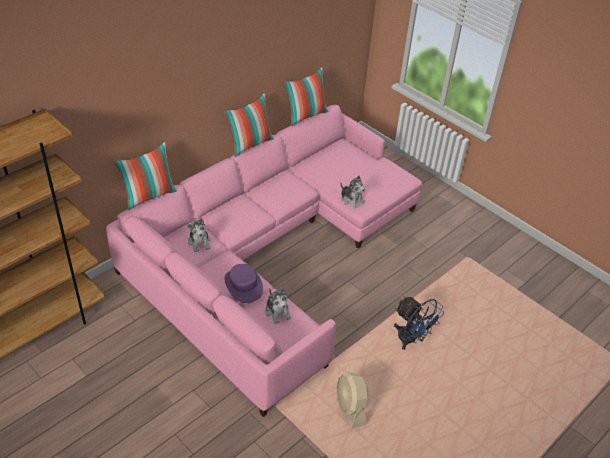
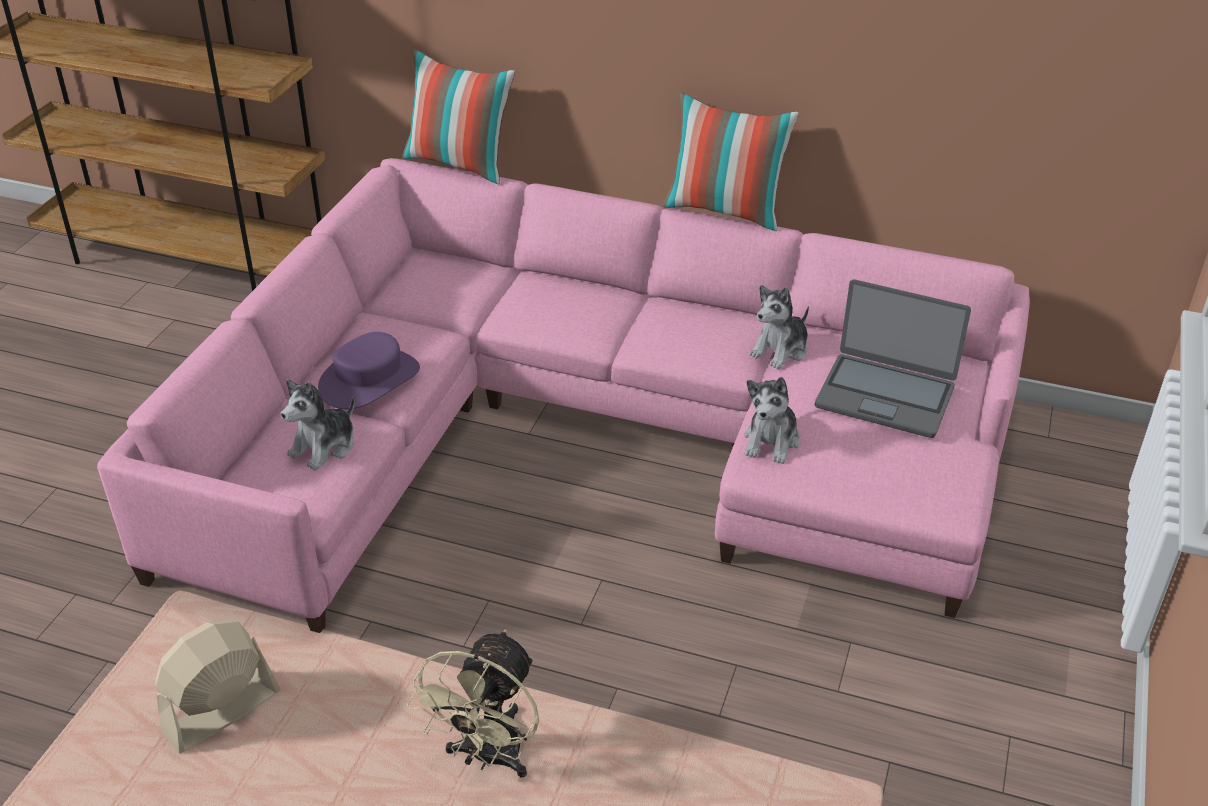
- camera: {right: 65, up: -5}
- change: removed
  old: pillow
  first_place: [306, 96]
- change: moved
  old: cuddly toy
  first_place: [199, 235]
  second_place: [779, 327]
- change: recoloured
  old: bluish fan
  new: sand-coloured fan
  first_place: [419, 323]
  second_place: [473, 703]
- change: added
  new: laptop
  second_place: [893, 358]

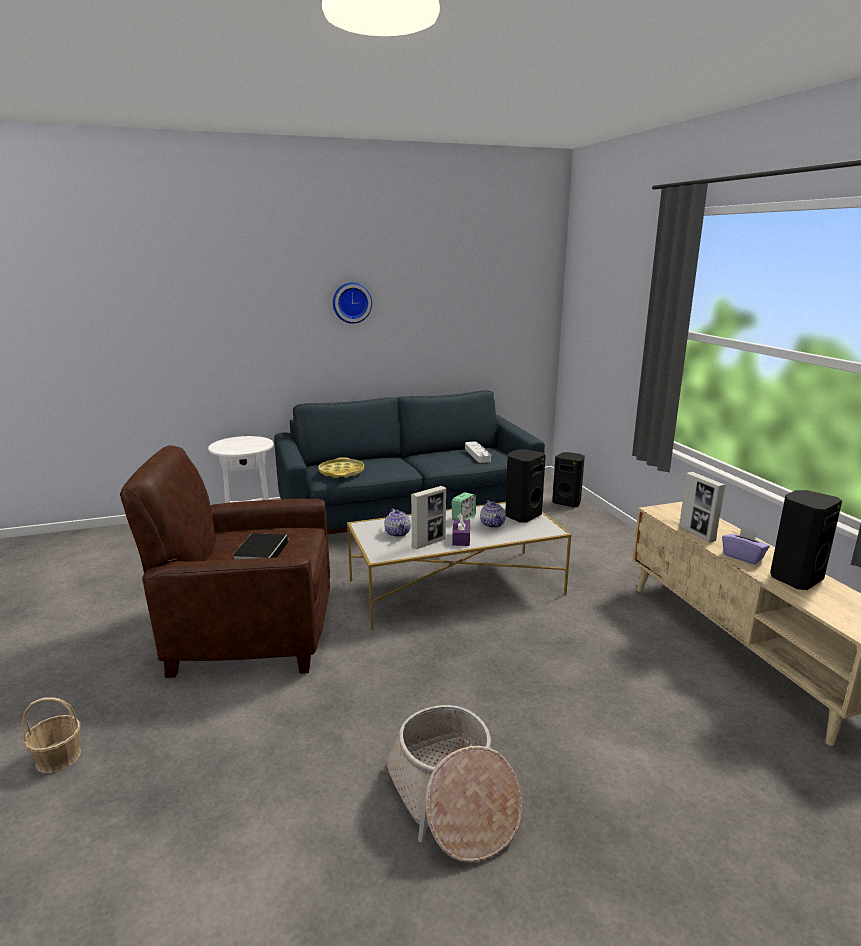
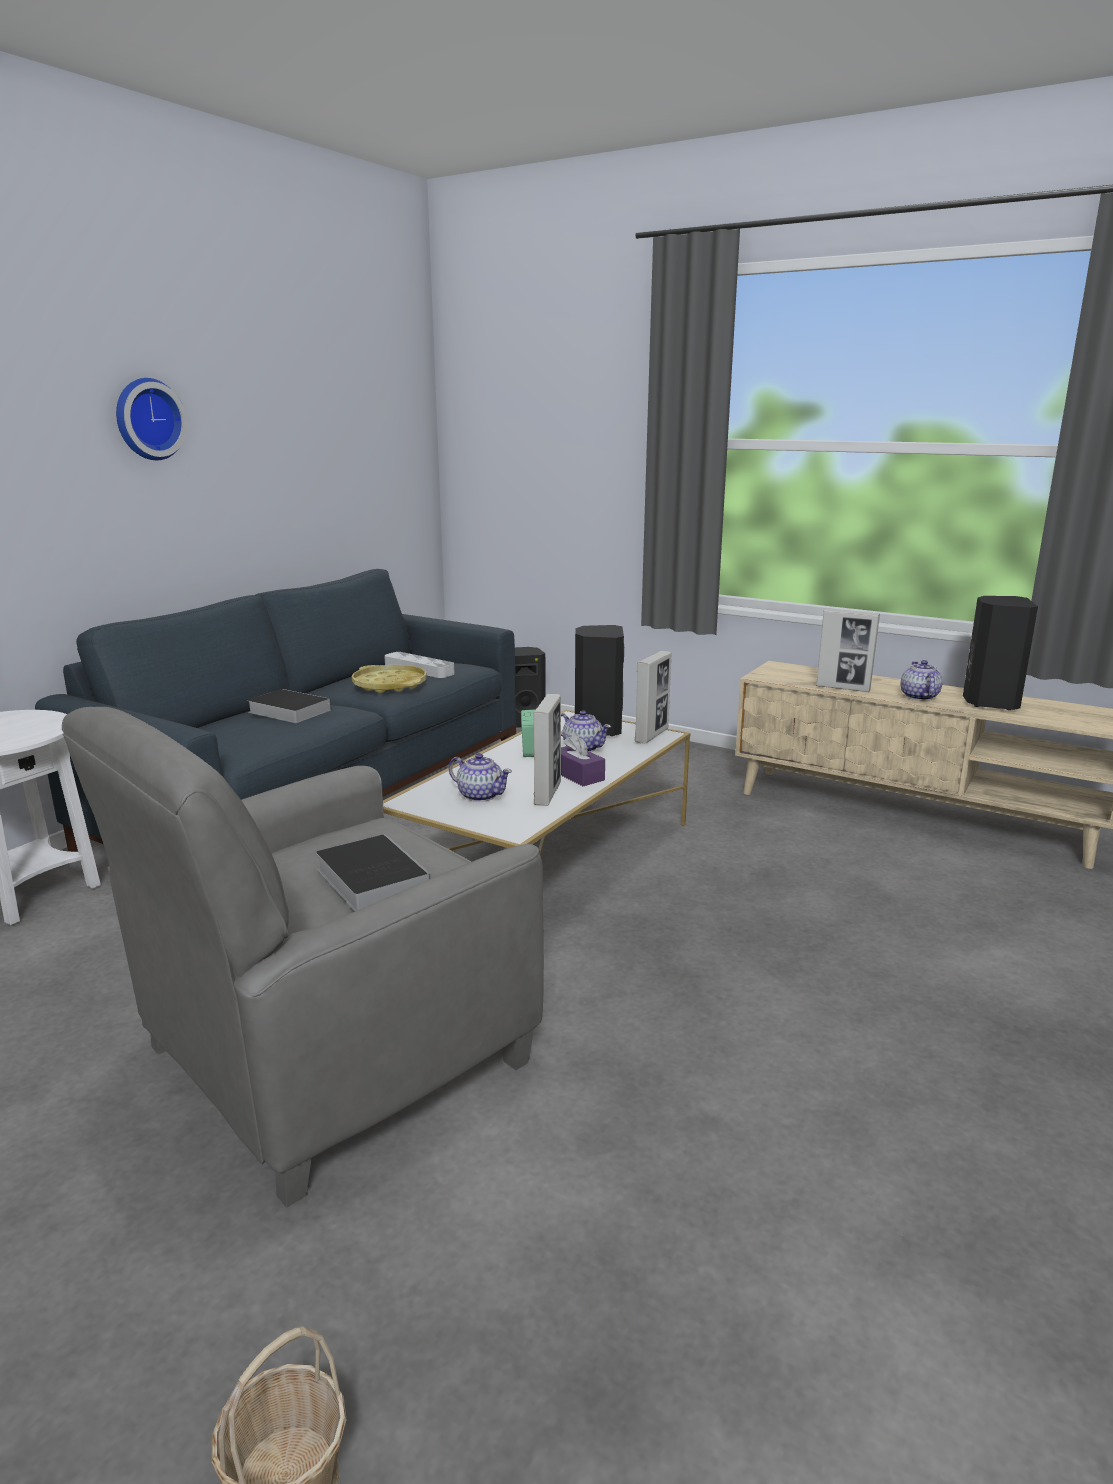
- camera: {right: -40, up: 0}
- change: recoloured
  old: brownish armchair
  new: grey armchair
  first_place: [225, 561]
  second_place: [303, 957]
- change: moved
  old: yellow tray
  first_place: [341, 467]
  second_place: [389, 679]
- change: replaced
  old: purple-coloured tissue box
  new: tea pot
  first_place: [746, 545]
  second_place: [922, 680]
- change: removed
  old: household basket
  first_place: [451, 783]
- change: added
  new: standing frame
  second_place: [653, 697]
- change: added
  new: book
  second_place: [289, 706]

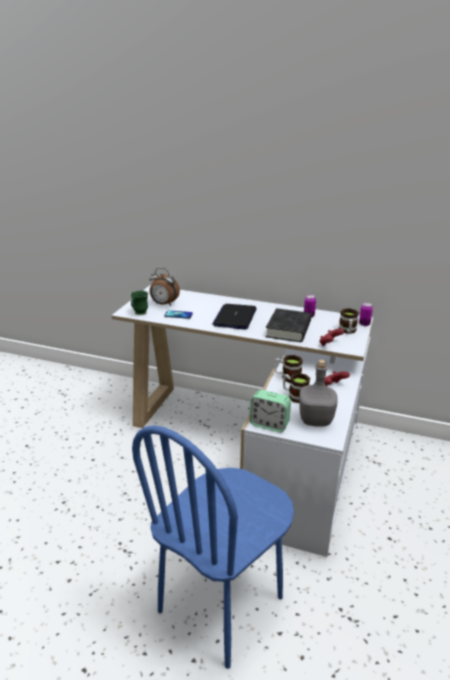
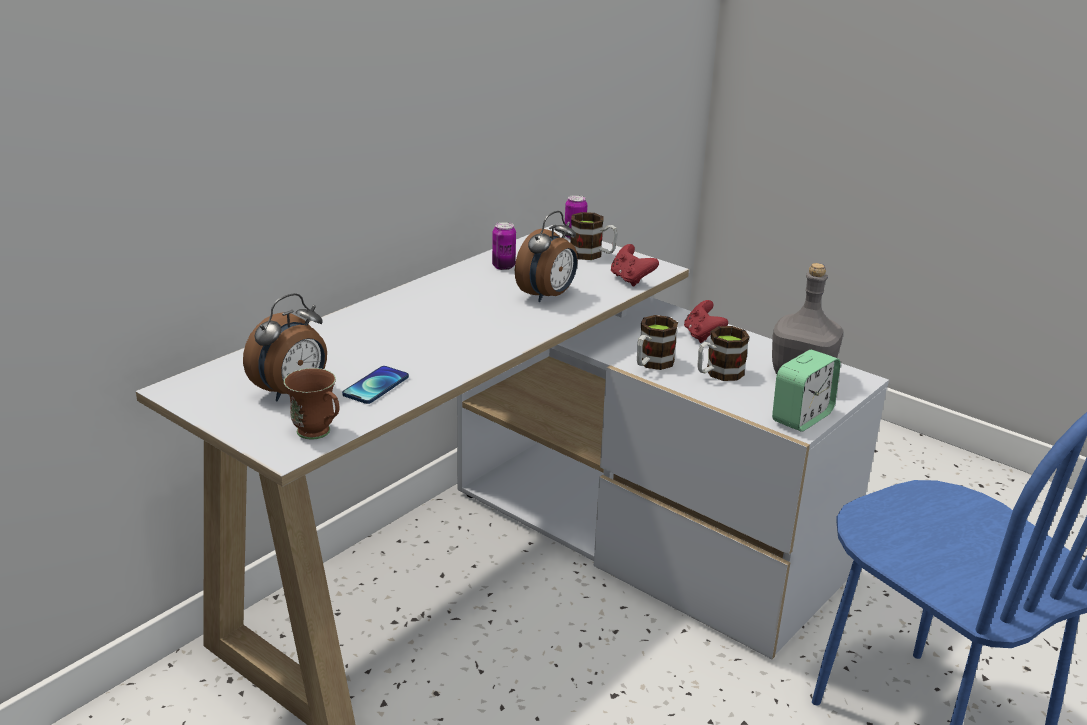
- camera: {right: -70, up: 0}
- change: recoloured
  old: green coffee mug
  new: brownish coffee mug
  first_place: [139, 302]
  second_place: [311, 404]
- change: removed
  old: laptop
  first_place: [234, 317]
- change: replaced
  old: black book
  new: alarm clock
  first_place: [288, 325]
  second_place: [546, 256]

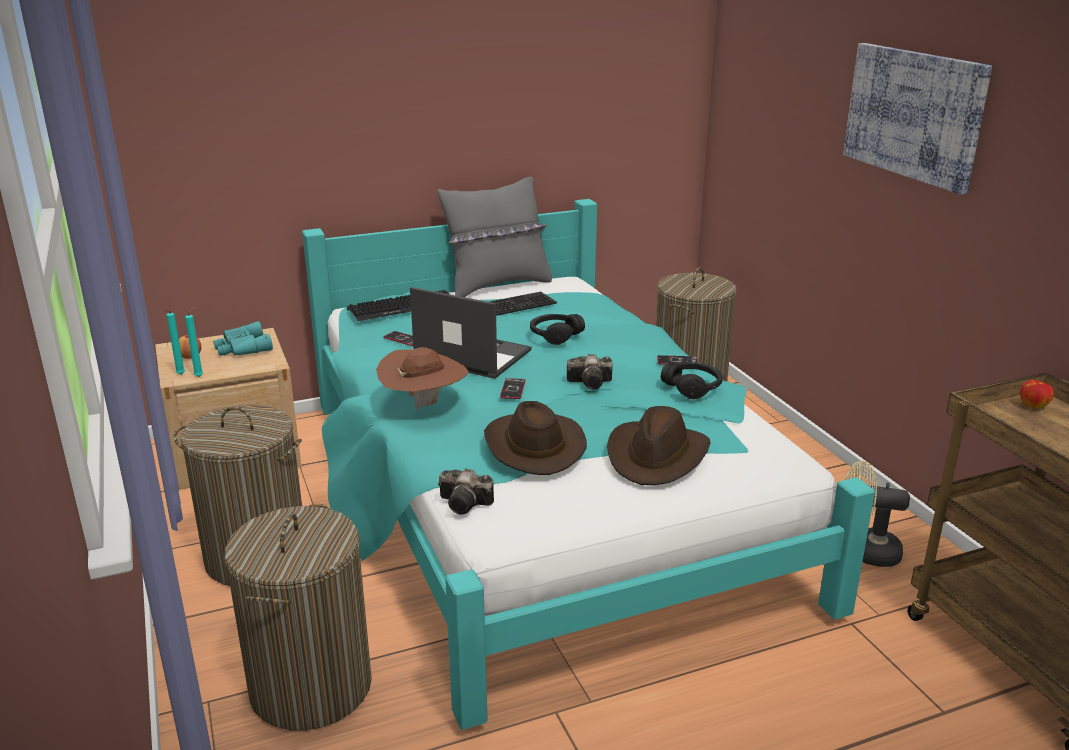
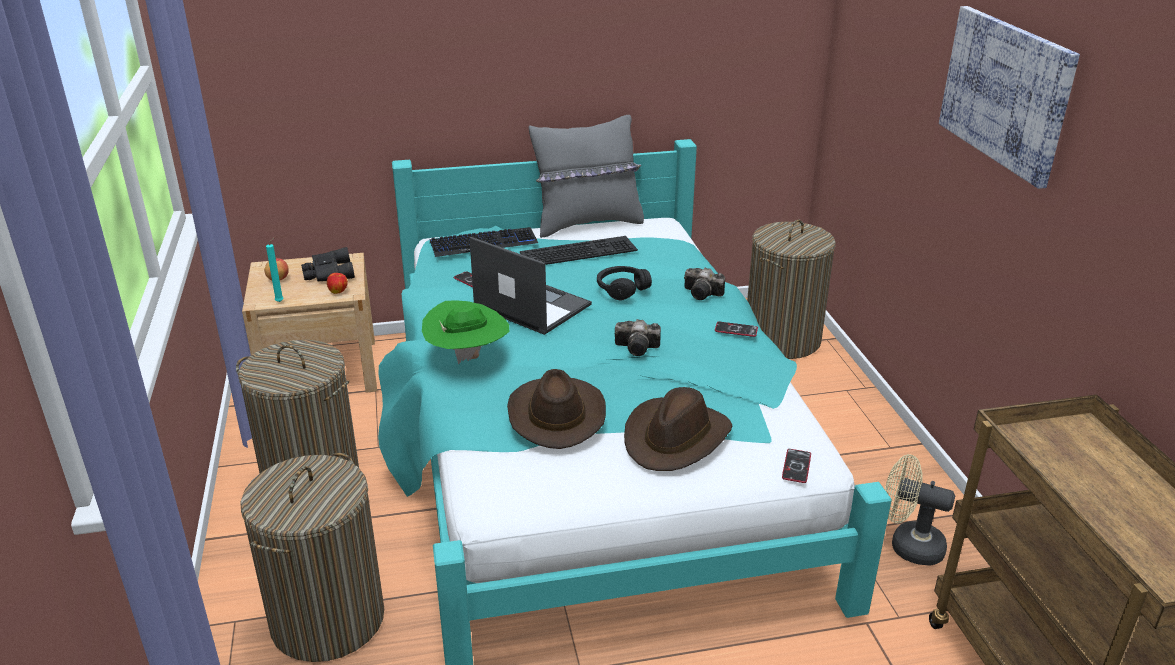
- camera: {right: 10, up: 5}
- change: removed
  old: turquoise wax light
  first_place: [175, 342]
- change: recoloured
  old: turquoise field glasses
  new: black field glasses
  first_place: [243, 338]
  second_place: [328, 264]
- change: recoloured
  old: brownish hat
  new: green hat
  first_place: [422, 379]
  second_place: [465, 332]
- change: removed
  old: black pair of headphones
  first_place: [692, 380]
- change: moved
  old: telephone
  first_place: [513, 388]
  second_place: [796, 466]
- change: moved
  old: apple fruit
  first_place: [1037, 394]
  second_place: [337, 283]
- change: moved
  old: still camera
  first_place: [466, 492]
  second_place: [704, 283]

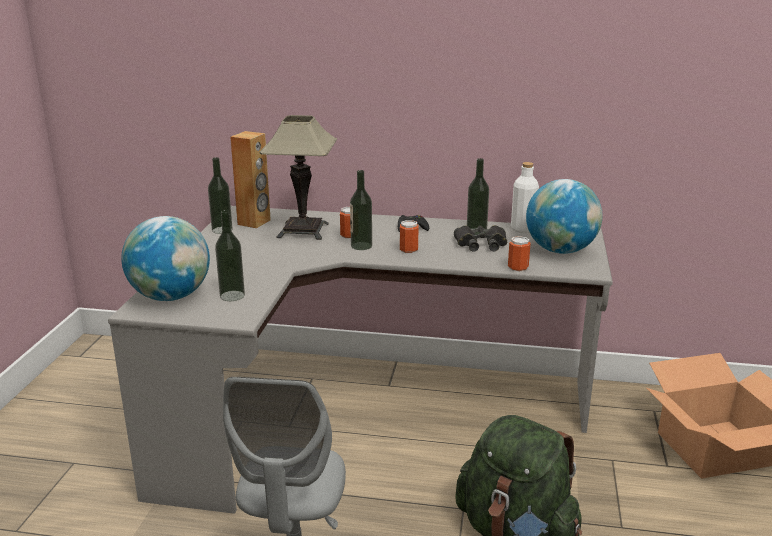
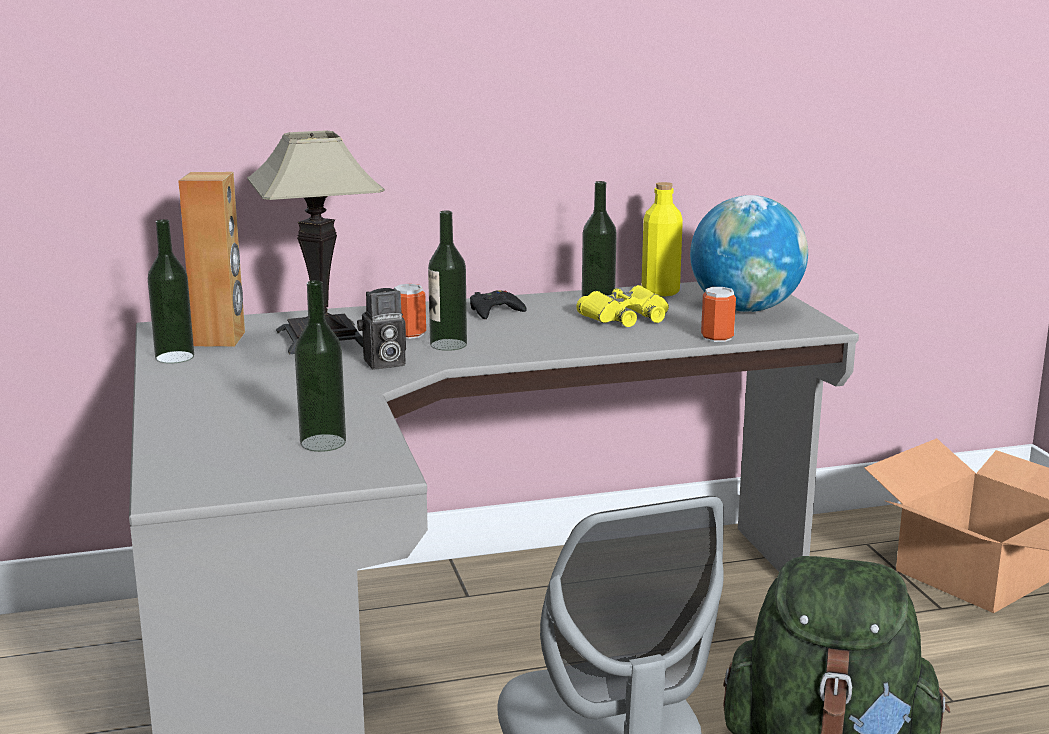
- camera: {right: -25, up: -5}
- change: recoloured
  old: white bottle
  new: yellow bottle
  first_place: [525, 197]
  second_place: [662, 239]
- change: removed
  old: world globe
  first_place: [165, 258]
- change: removed
  old: can
  first_place: [409, 236]
- change: recoloured
  old: black field glasses
  new: yellow field glasses
  first_place: [480, 238]
  second_place: [622, 306]
- change: added
  new: still camera
  second_place: [381, 328]

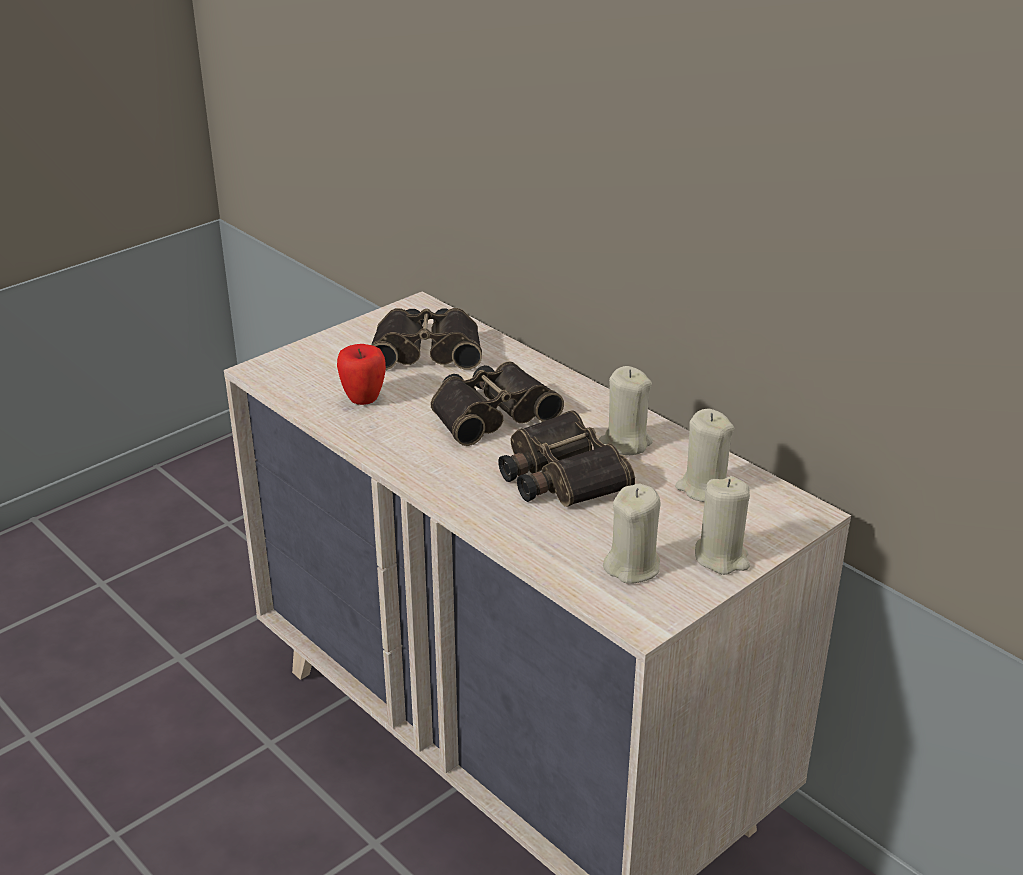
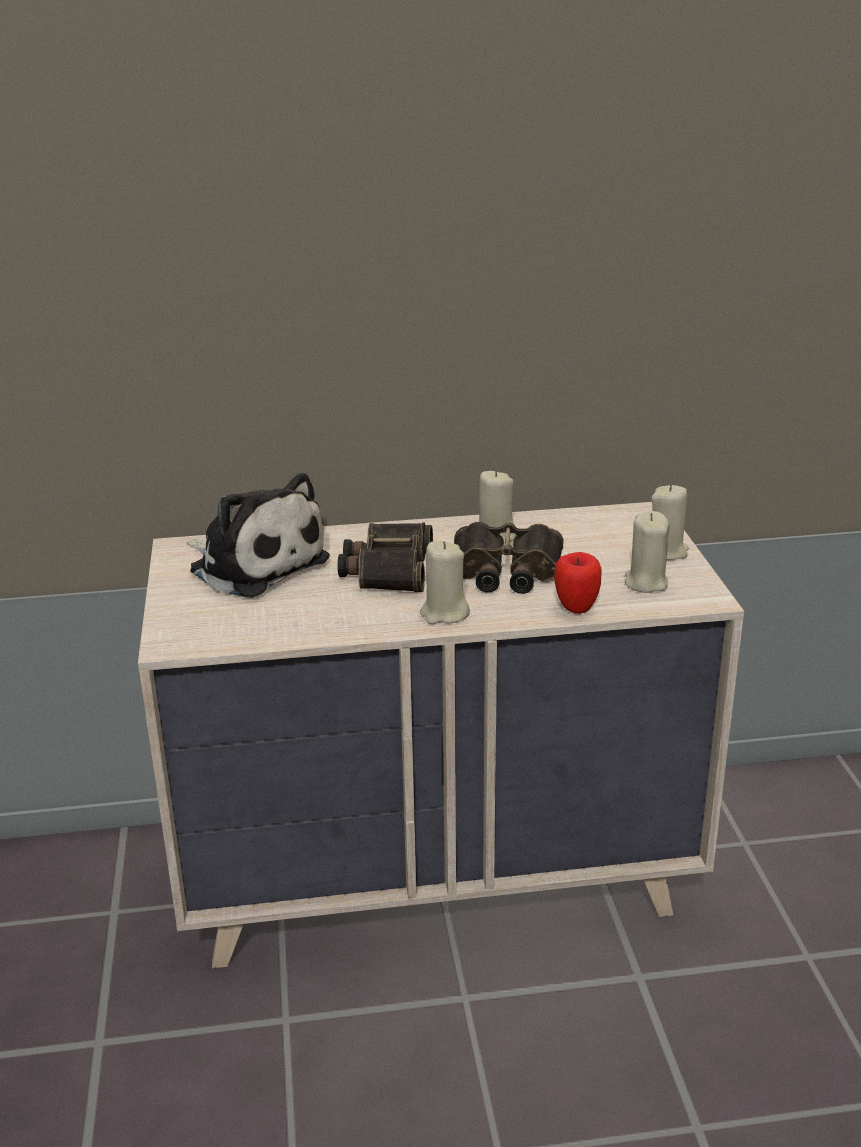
- camera: {right: -55, up: -5}
- change: replaced
  old: field glasses
  new: cuddly toy
  first_place: [426, 339]
  second_place: [258, 535]
- change: moved
  old: apple fruit
  first_place: [361, 374]
  second_place: [578, 583]
- change: moved
  old: sand-coloured wax light
  first_place: [704, 455]
  second_place: [445, 582]

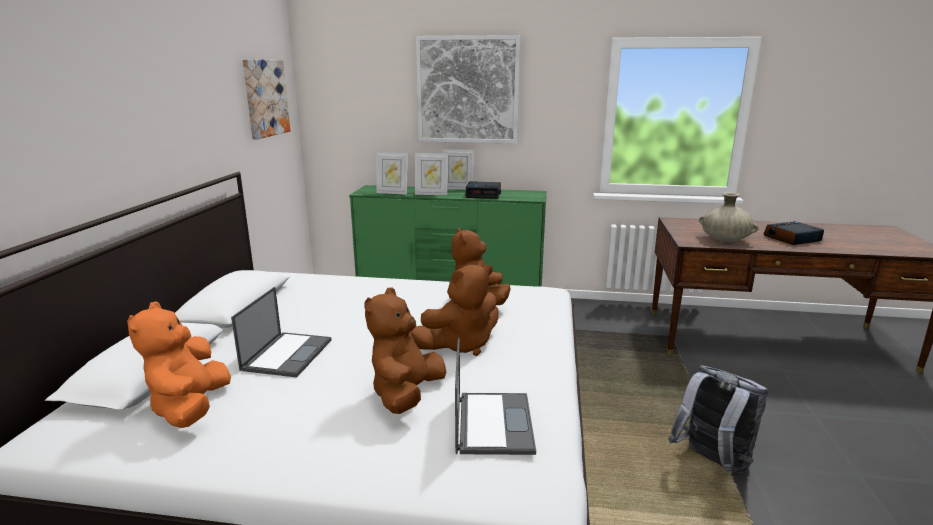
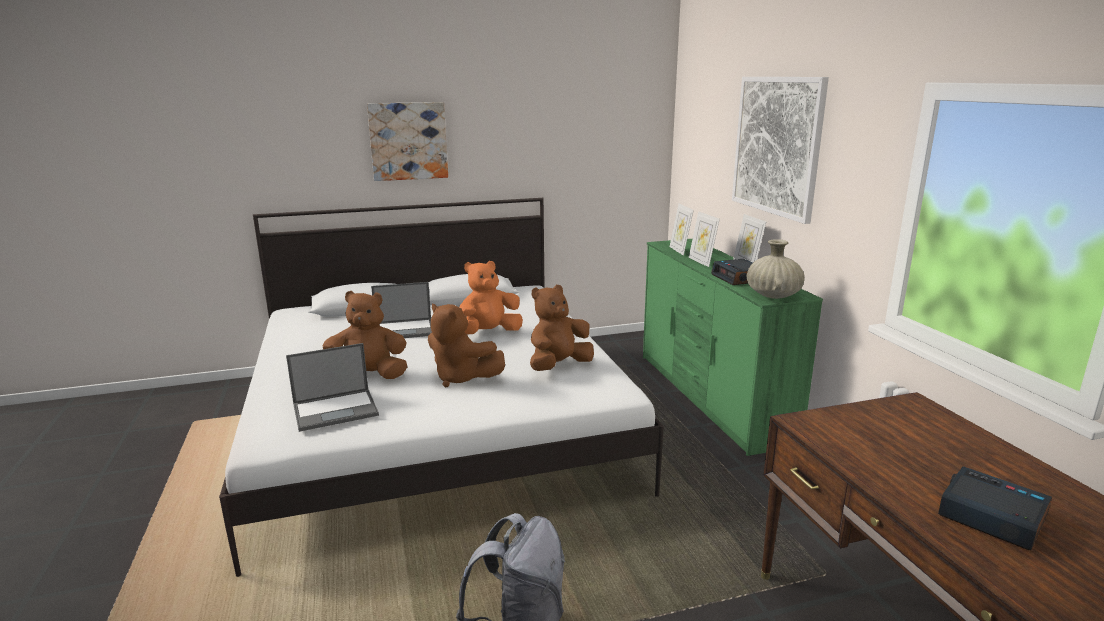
- camera: {right: 65, up: 0}
- change: moved
  old: wall picture
  first_place: [267, 99]
  second_place: [407, 141]
- change: moved
  old: sand-coloured flower vase
  first_place: [729, 217]
  second_place: [776, 269]
- change: moved
  old: orangey cuddly toy
  first_place: [179, 364]
  second_place: [491, 297]

